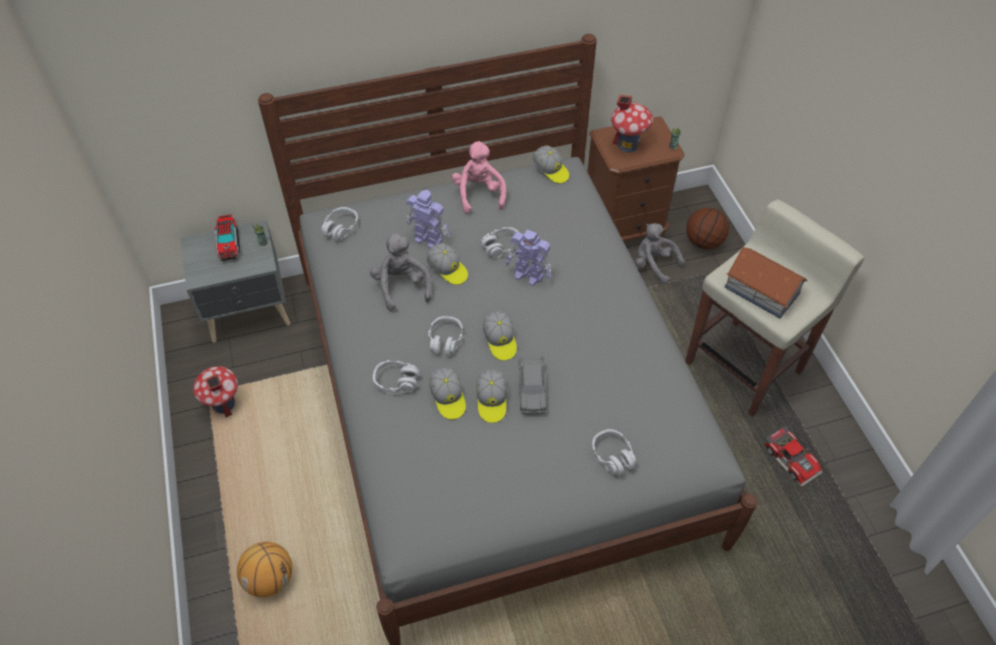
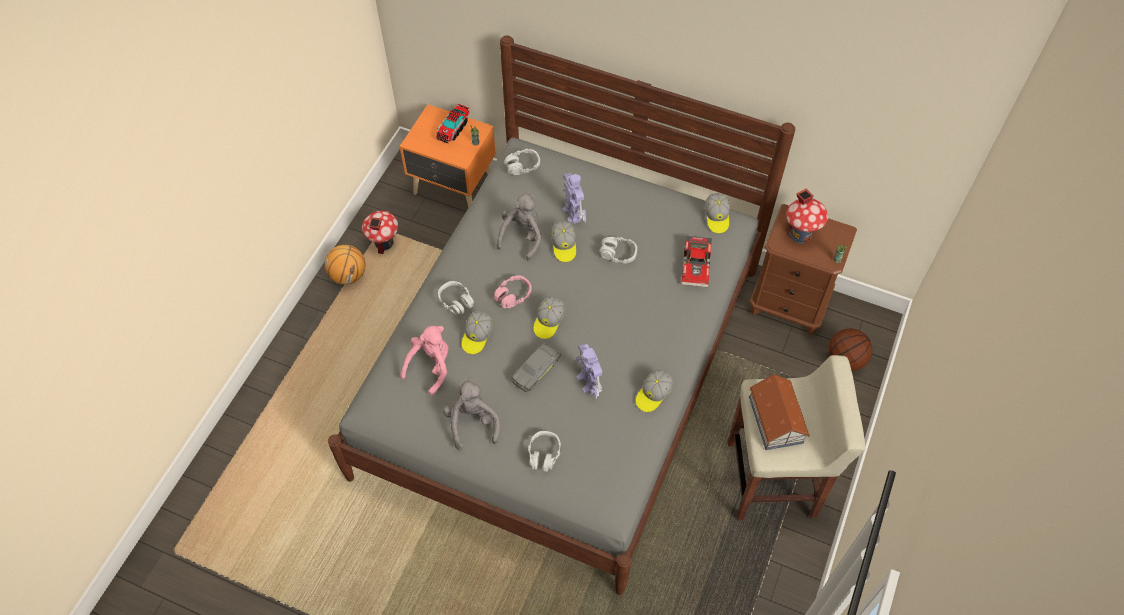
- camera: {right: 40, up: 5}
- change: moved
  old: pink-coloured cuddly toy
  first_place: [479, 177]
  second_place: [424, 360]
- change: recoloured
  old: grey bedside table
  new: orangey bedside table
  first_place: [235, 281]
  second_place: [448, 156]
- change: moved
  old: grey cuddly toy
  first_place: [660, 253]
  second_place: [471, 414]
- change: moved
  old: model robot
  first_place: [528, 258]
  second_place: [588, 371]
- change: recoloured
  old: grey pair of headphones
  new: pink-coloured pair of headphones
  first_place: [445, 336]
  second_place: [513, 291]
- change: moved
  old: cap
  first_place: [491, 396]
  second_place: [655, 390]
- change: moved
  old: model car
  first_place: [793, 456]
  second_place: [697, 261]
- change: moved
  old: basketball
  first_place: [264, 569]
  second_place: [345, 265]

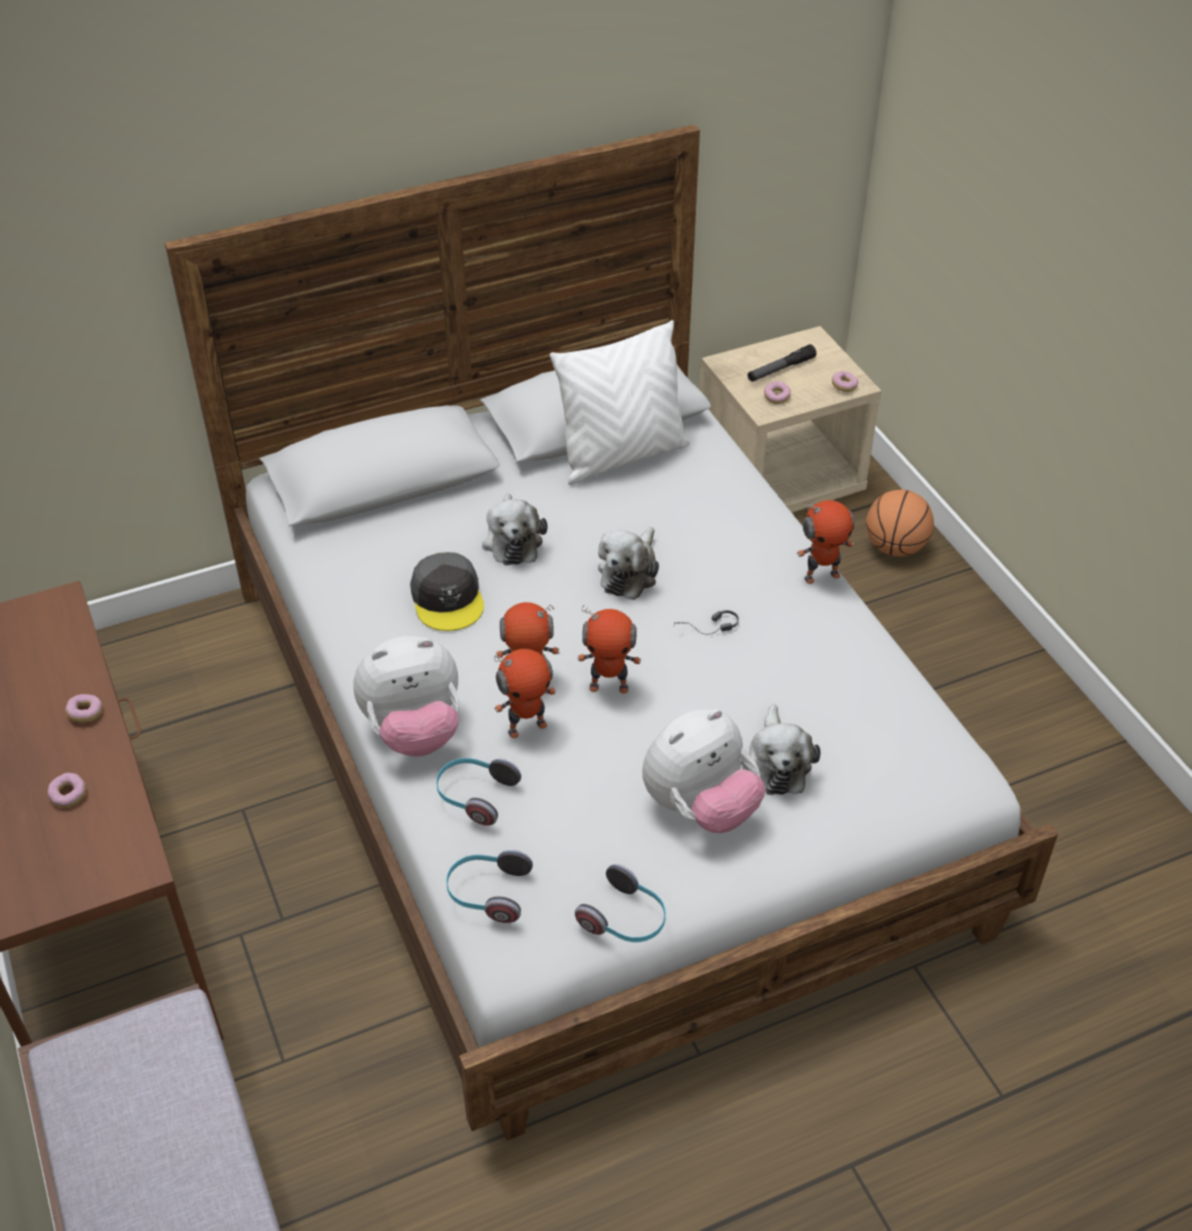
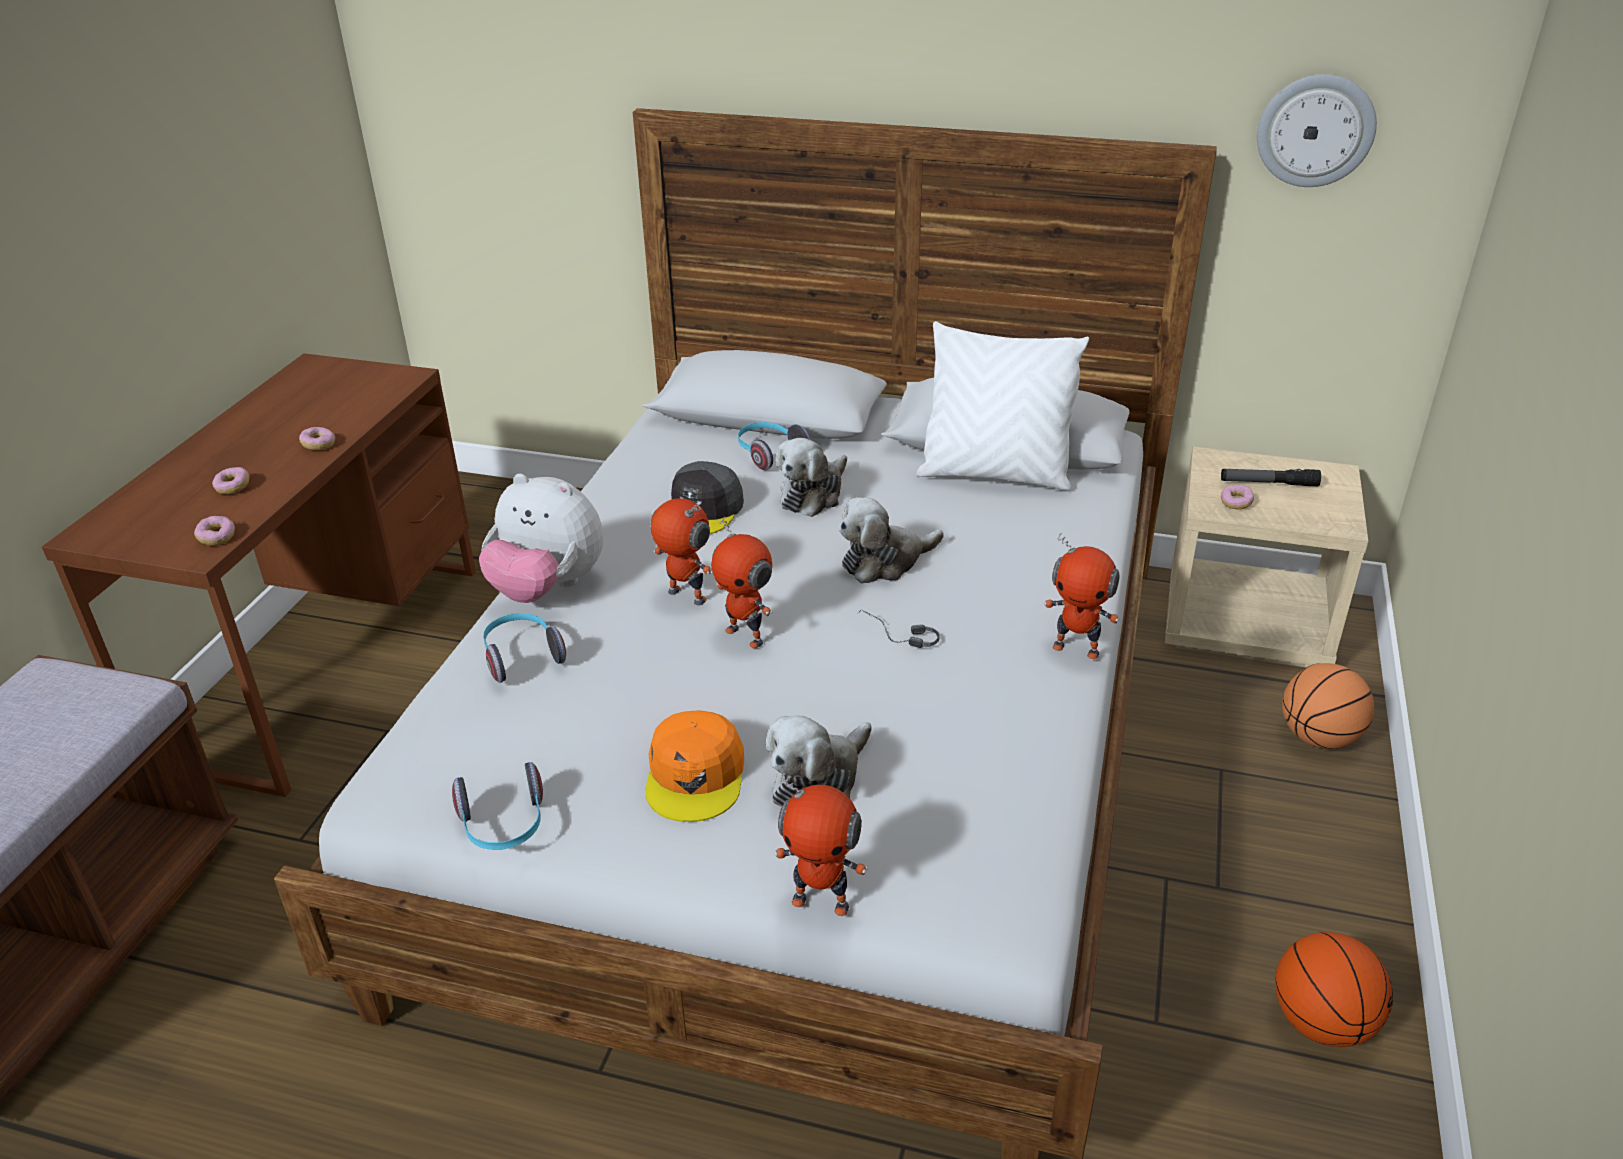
- camera: {right: 40, up: -10}
- change: moved
  old: ring doughnut
  first_place: [845, 381]
  second_place: [214, 531]
- change: moved
  old: model robot
  first_place: [525, 693]
  second_place: [821, 844]
- change: replaced
  old: cuddly toy
  new: orangey cap
  first_place: [704, 771]
  second_place: [694, 766]
- change: moved
  old: pair of headphones
  first_place: [489, 886]
  second_place: [774, 446]
- change: added
  new: clock on the wall
  second_place: [1317, 130]
- change: added
  new: basketball
  second_place: [1334, 989]

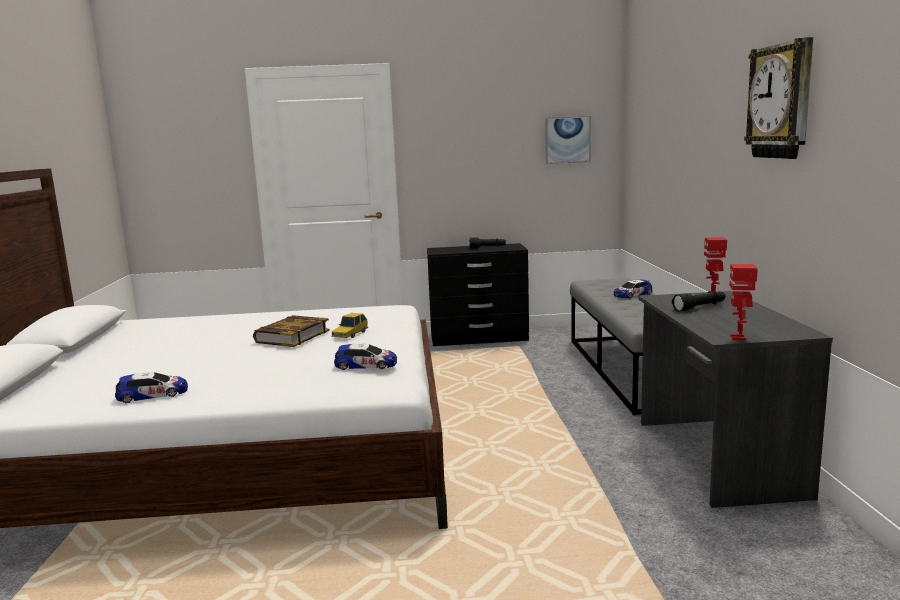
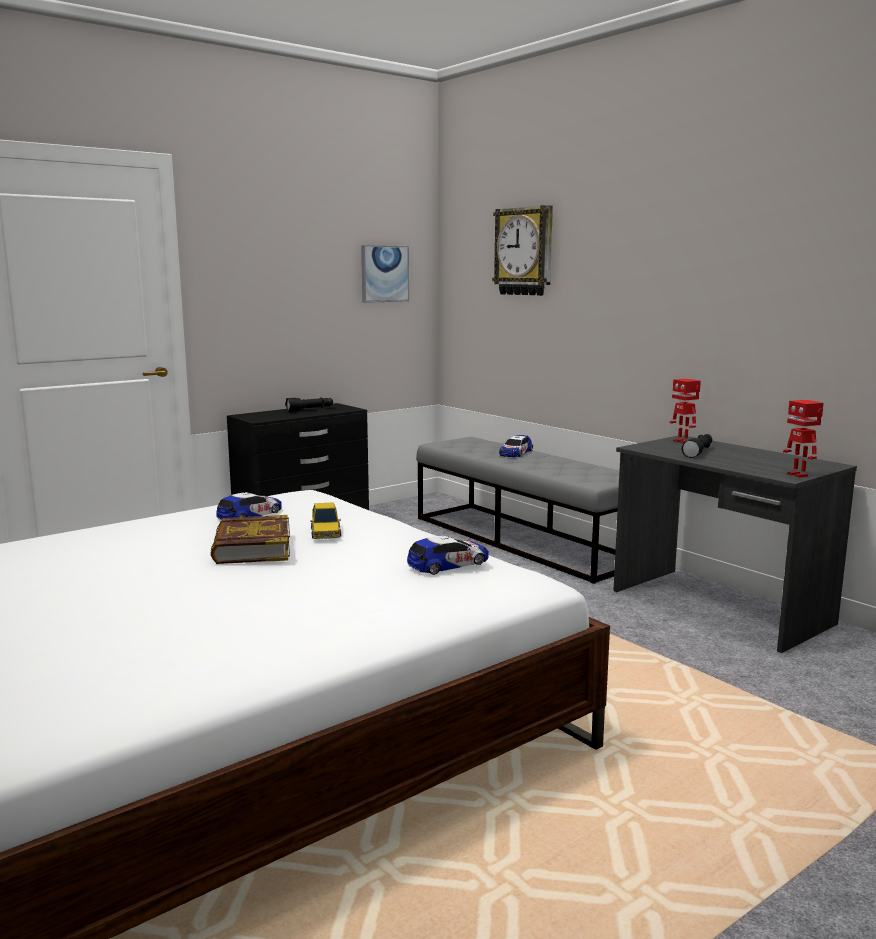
- camera: {right: -35, up: 0}
- change: moved
  old: clock on the wall
  first_place: [778, 98]
  second_place: [522, 250]
- change: moved
  old: model car
  first_place: [151, 387]
  second_place: [249, 506]

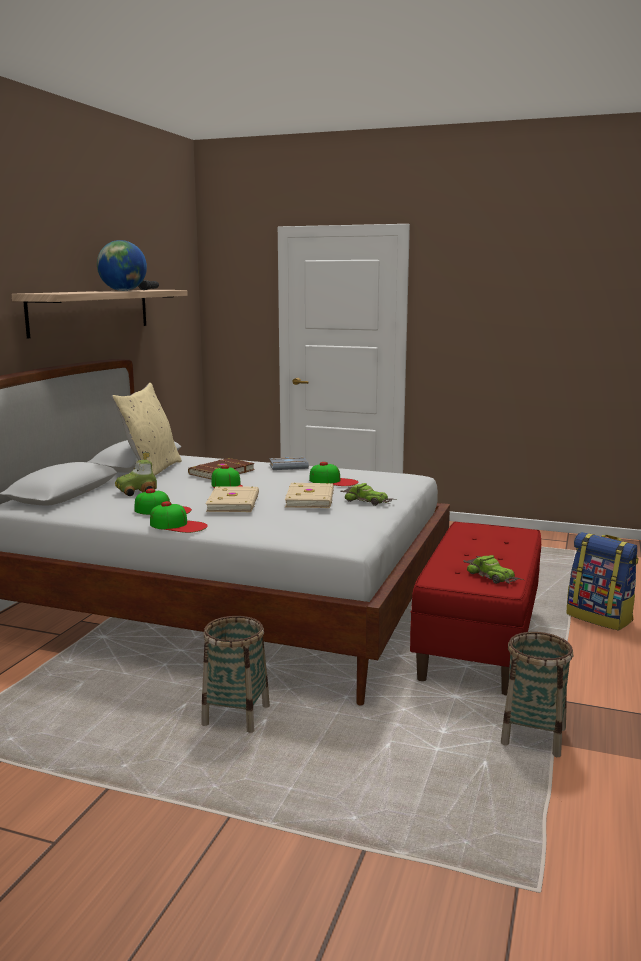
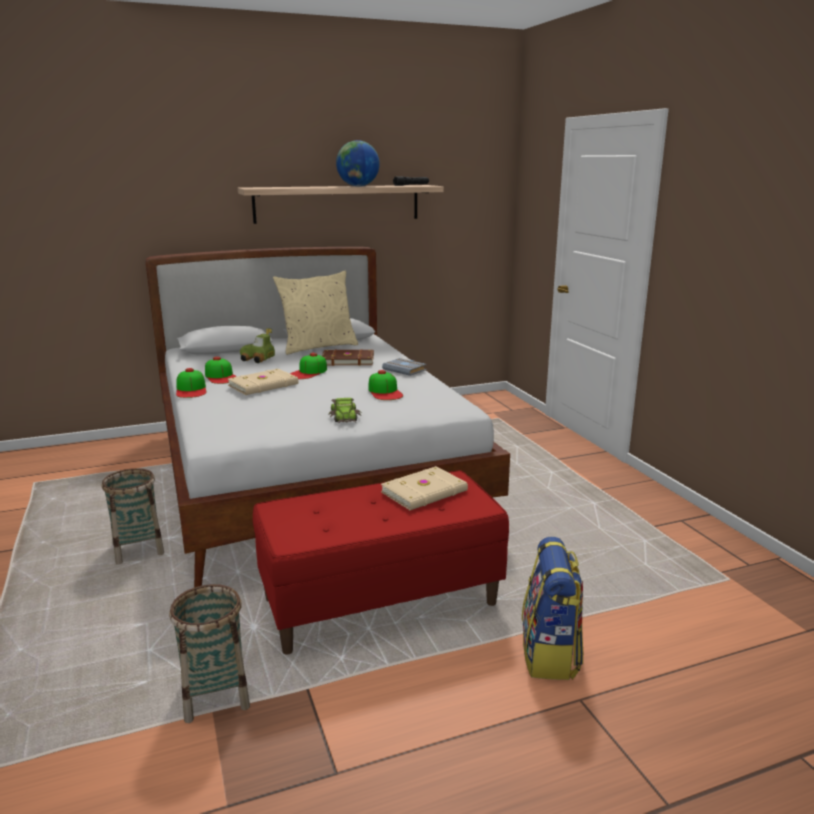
- camera: {right: 50, up: 5}
- change: moved
  old: sand-coloured book
  first_place: [309, 495]
  second_place: [424, 488]
- change: removed
  old: model car
  first_place: [493, 570]

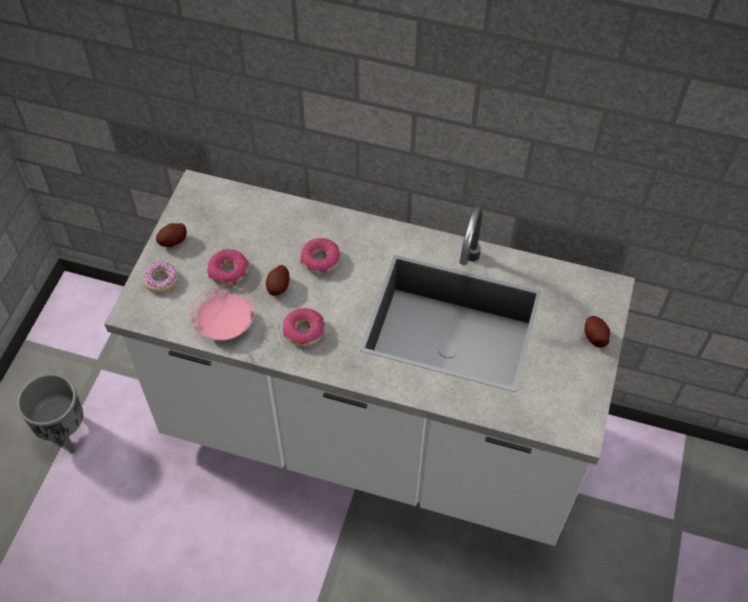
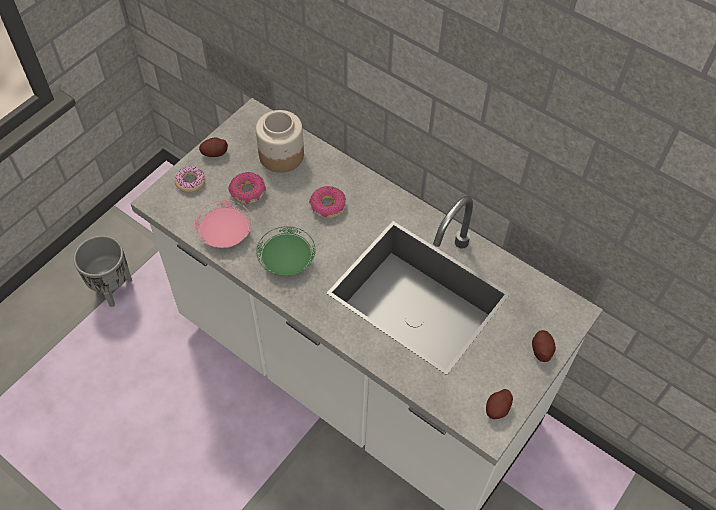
- camera: {right: 20, up: 0}
- change: moved
  old: potato
  first_place: [278, 280]
  second_place: [499, 404]
- change: replaced
  old: ring doughnut
  new: green dinner plate
  first_place: [304, 327]
  second_place: [285, 251]
- change: added
  new: jar
  second_place: [280, 141]

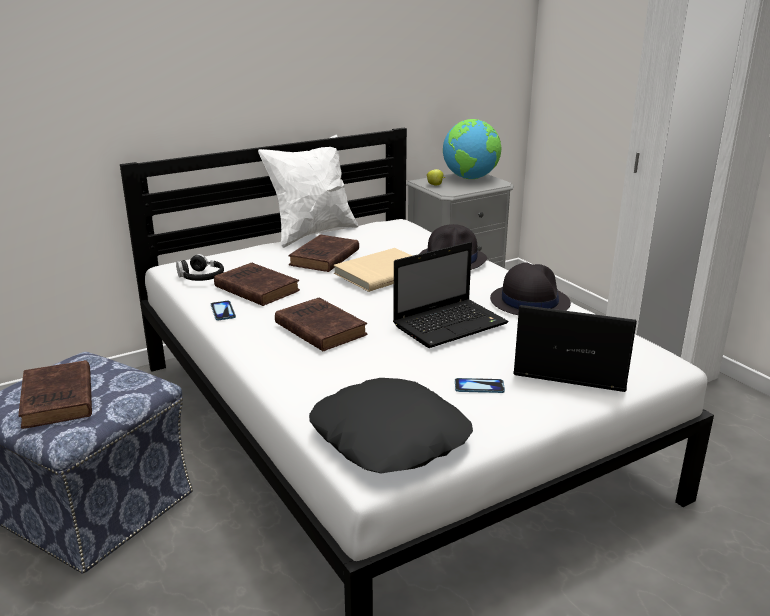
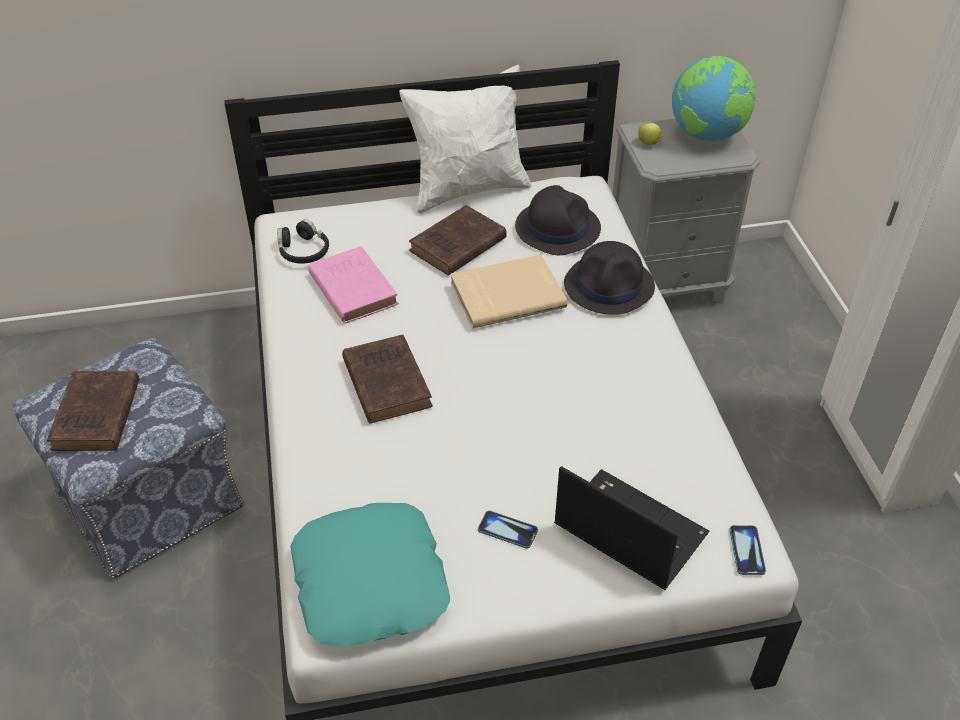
- camera: {right: 20, up: 20}
- change: removed
  old: laptop
  first_place: [451, 295]
- change: recoloured
  old: brownish book
  new: pink-coloured book
  first_place: [257, 284]
  second_place: [353, 285]
- change: moved
  old: black hat
  first_place: [530, 289]
  second_place: [558, 220]
- change: moved
  old: telephone
  first_place: [223, 310]
  second_place: [747, 550]
- change: recoloured
  old: black pillow
  new: turquoise pillow
  first_place: [391, 426]
  second_place: [370, 575]

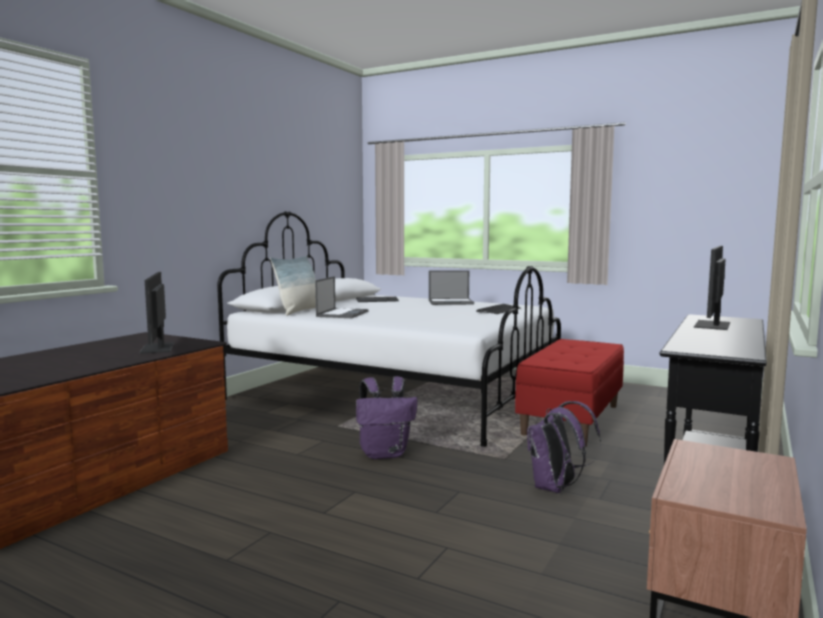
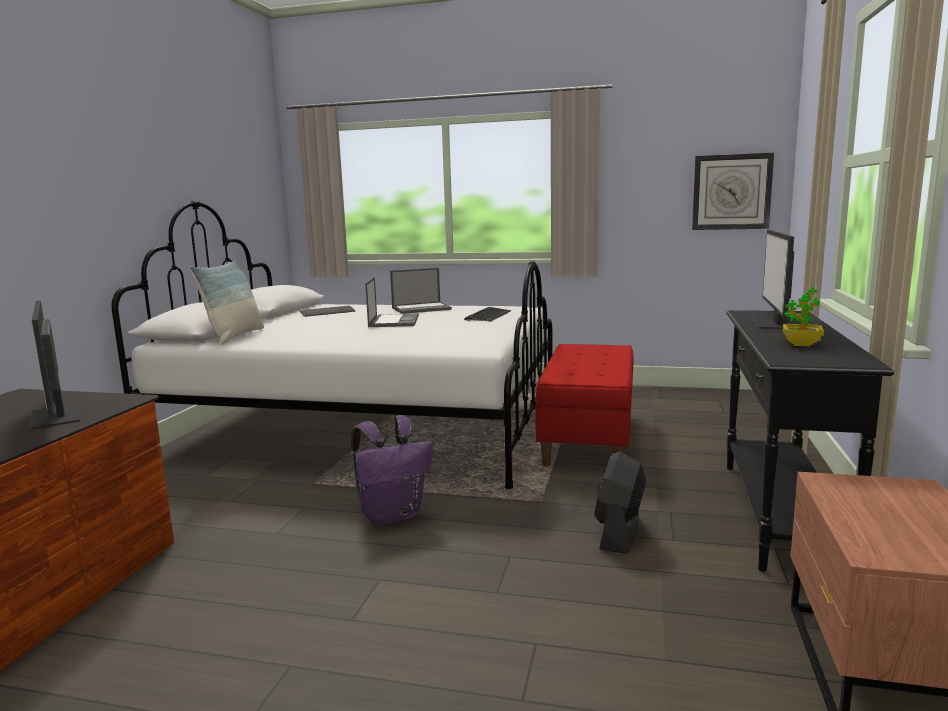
- camera: {right: -15, up: 5}
- change: moved
  old: laptop
  first_place: [342, 297]
  second_place: [392, 302]
- change: replaced
  old: purple-coloured knapsack
  new: black fan
  first_place: [564, 447]
  second_place: [620, 503]
- change: added
  new: clock on the wall
  second_place: [733, 191]
- change: added
  new: plant in a pot
  second_place: [803, 317]

